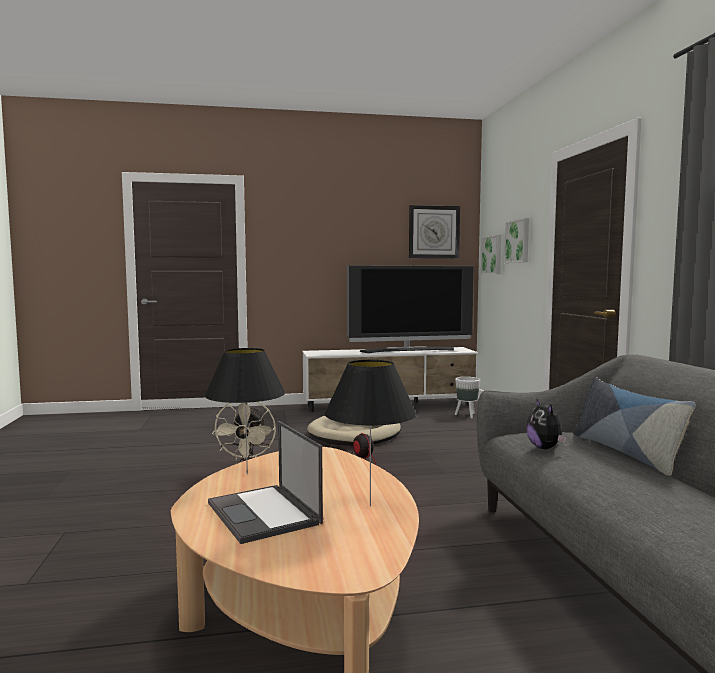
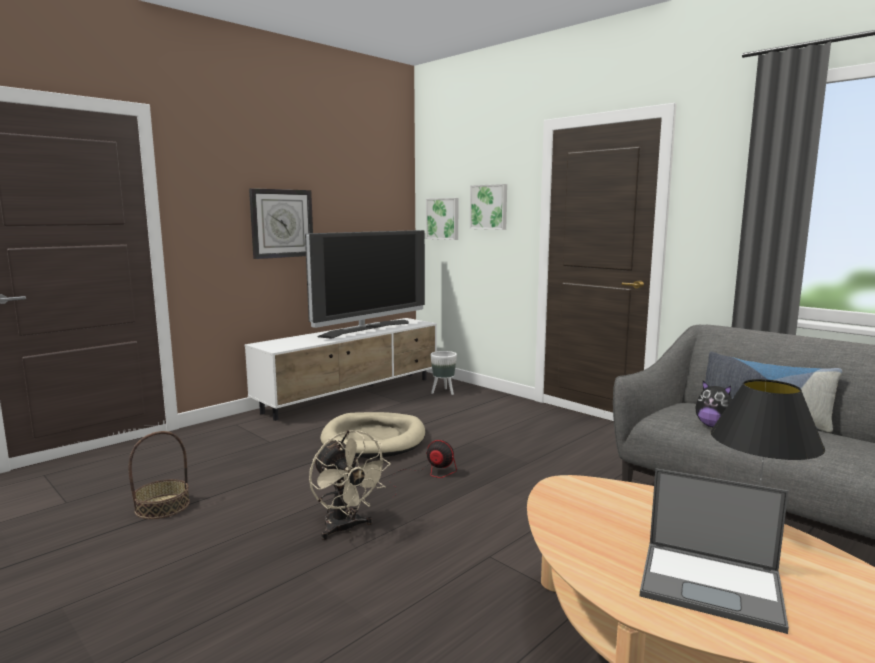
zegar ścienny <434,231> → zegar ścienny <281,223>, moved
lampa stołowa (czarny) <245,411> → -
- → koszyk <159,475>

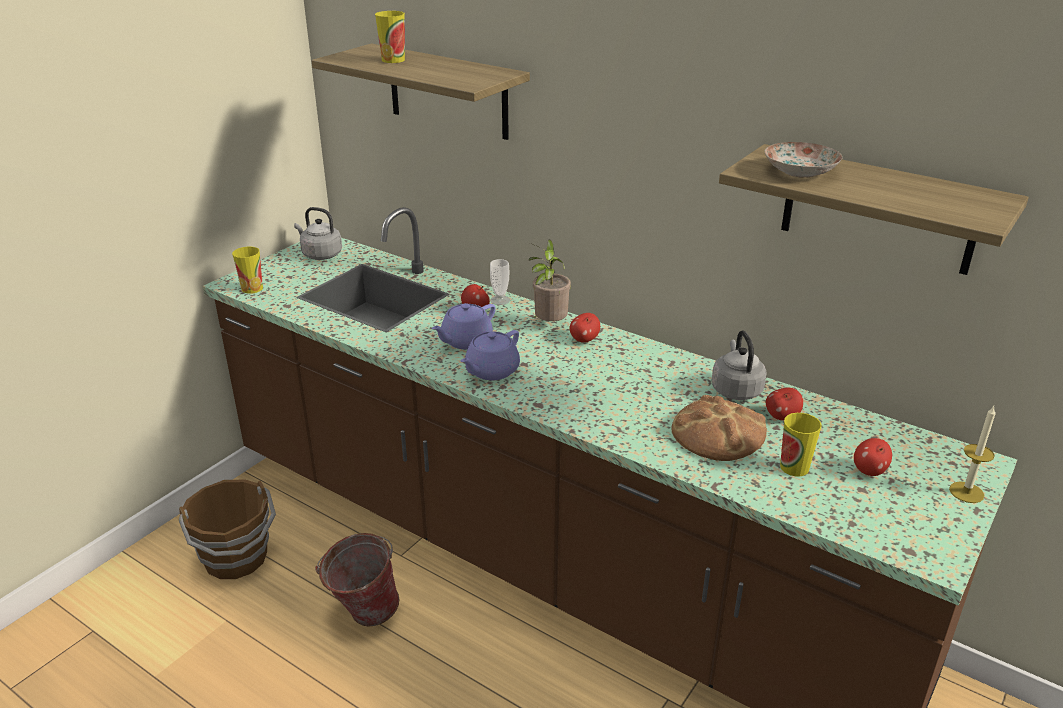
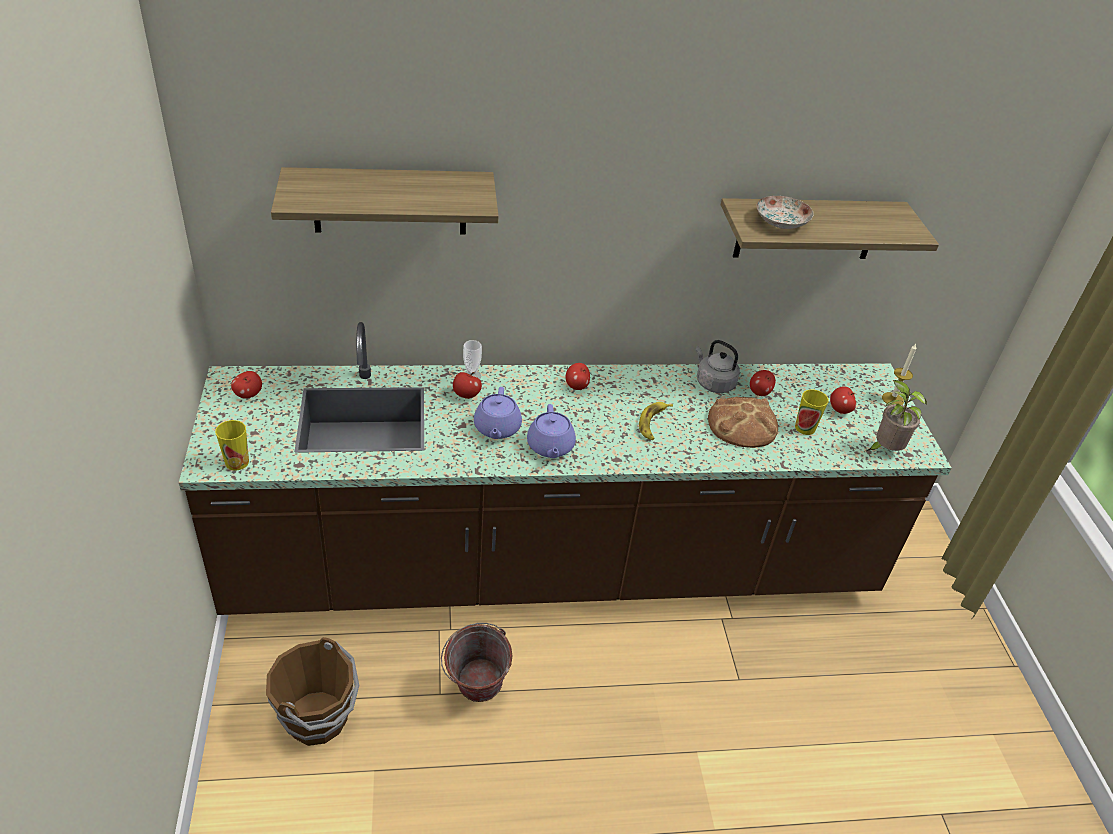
filiżanka <390,37> → -
czajnik (szary) <318,233> → jabłko <246,385>
roślina doniczkowa <550,280> → roślina doniczkowa <897,415>, moved
- → banan <656,421>

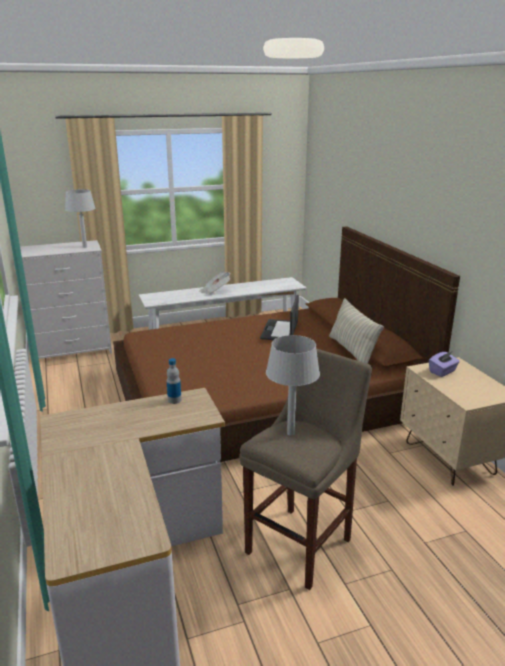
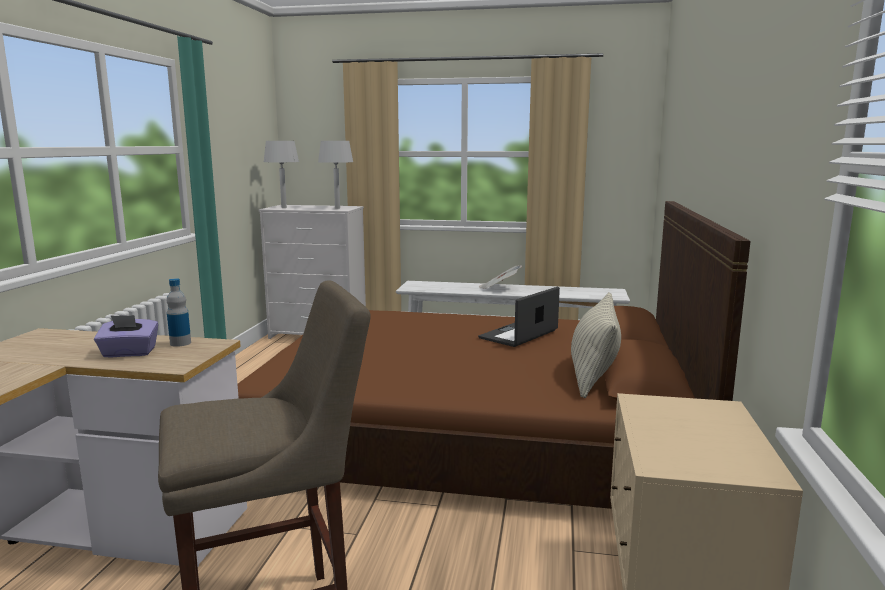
lampa stołowa (szary) <293,385> → lampa stołowa (szary) <281,174>, moved
pudełko chusteczek (fioletowy) <444,364> → pudełko chusteczek (fioletowy) <126,336>, moved

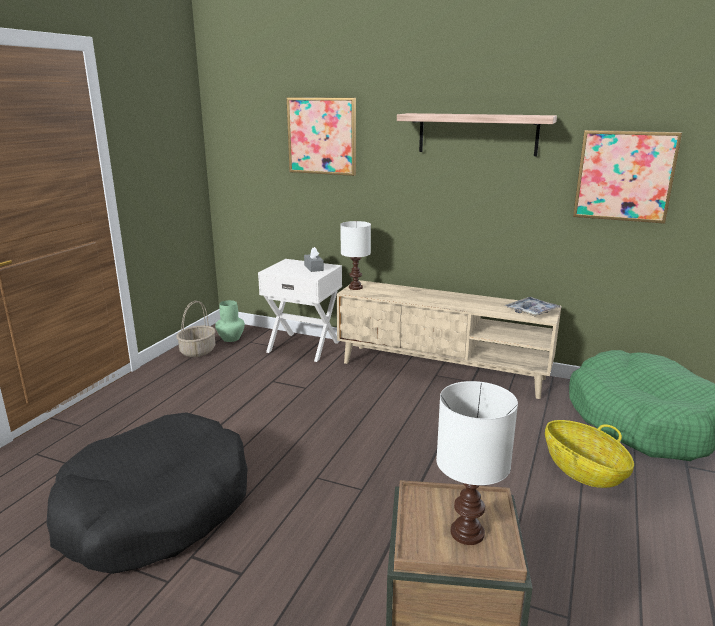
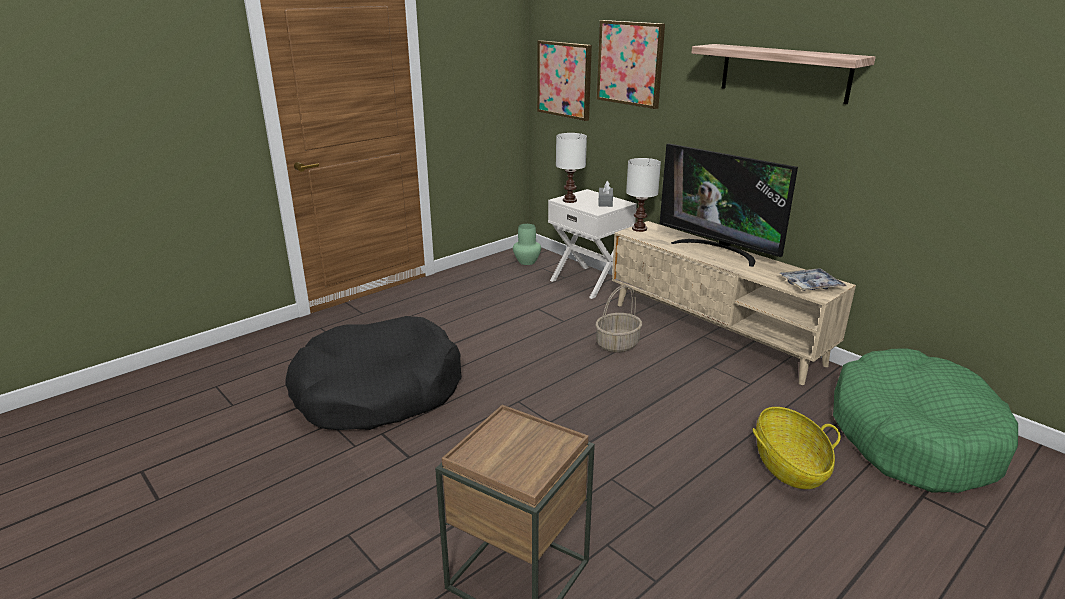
obraz <627,177> → obraz <564,80>, moved
koszyk <196,329> → koszyk <618,319>, moved
lampa stołowa (biały) <477,463> → lampa stołowa (biały) <571,168>, moved
- → telewizor <729,205>

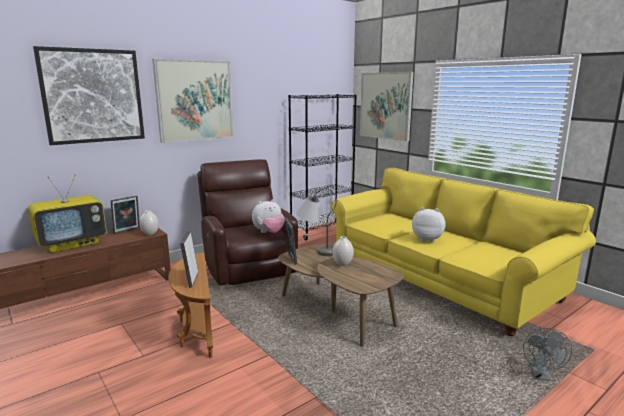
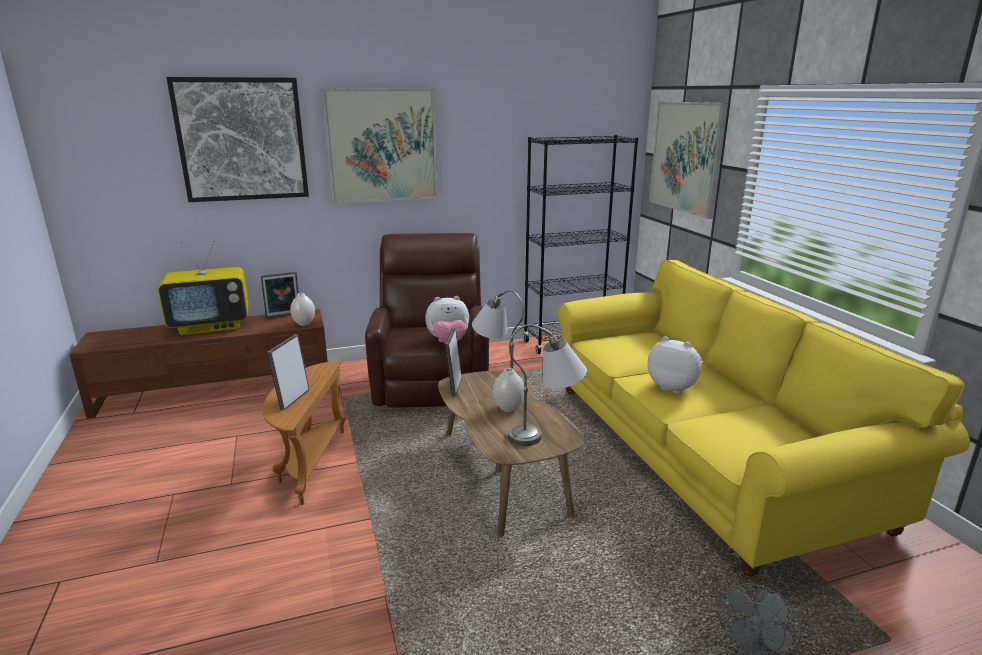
- → lampa stołowa (szary) <547,385>

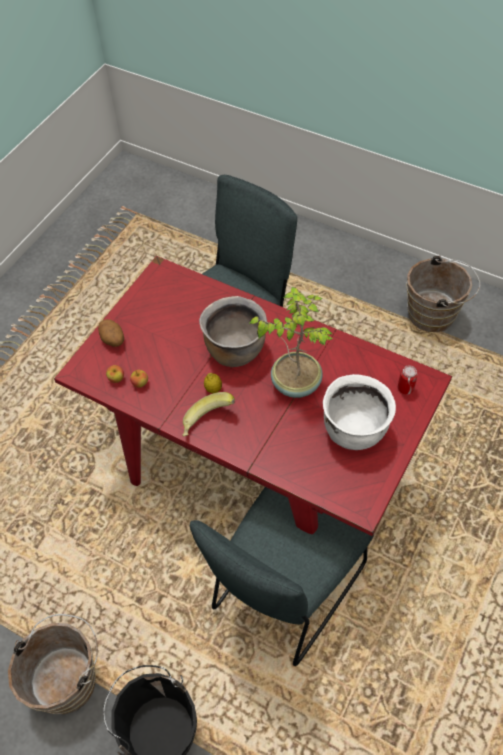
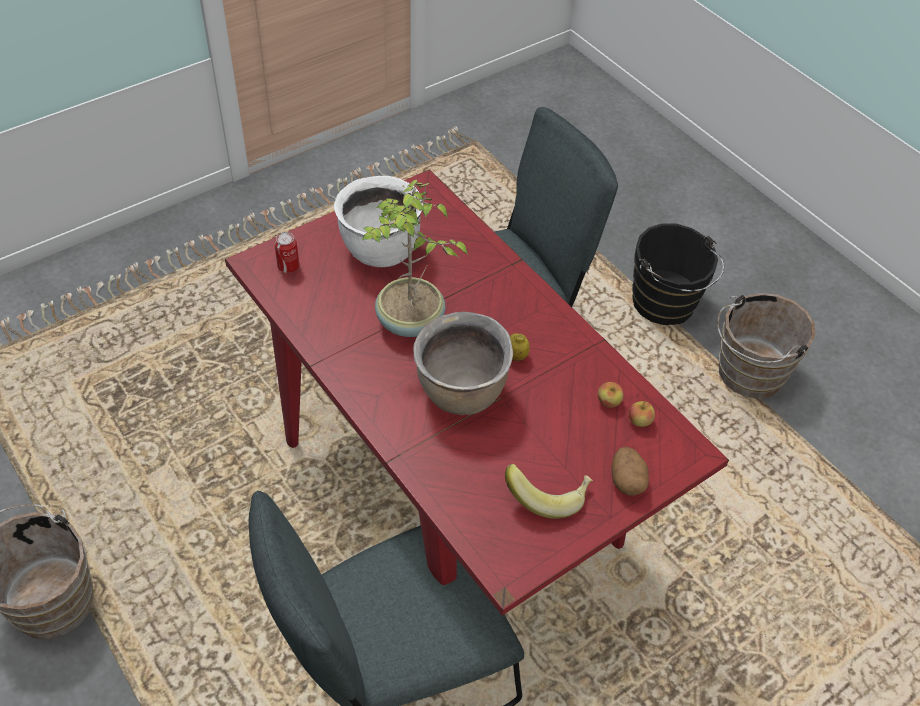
banan <208,414> → banan <549,491>, moved

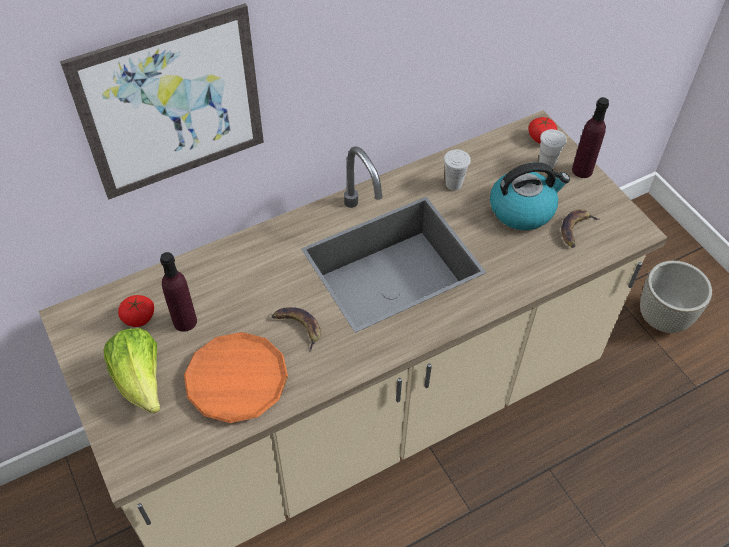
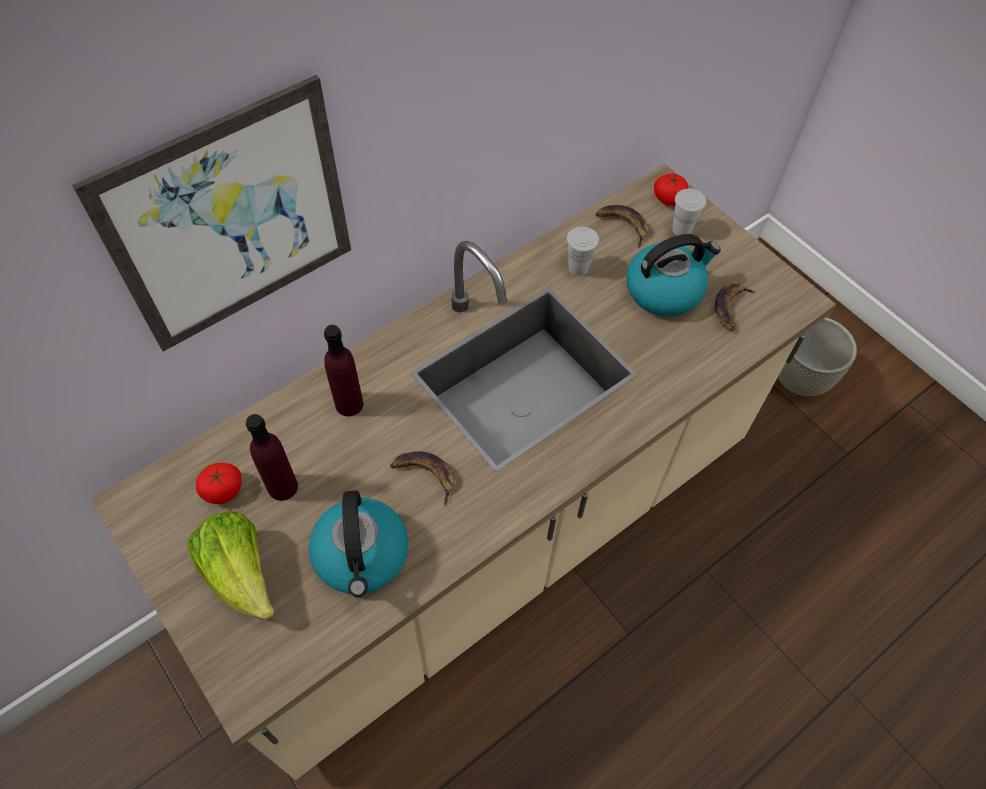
butelka (fioletowy) <590,137> → butelka (fioletowy) <344,370>, moved
talerz (pomarańczowy) <236,377> → czajnik <358,543>
- → banan <622,226>

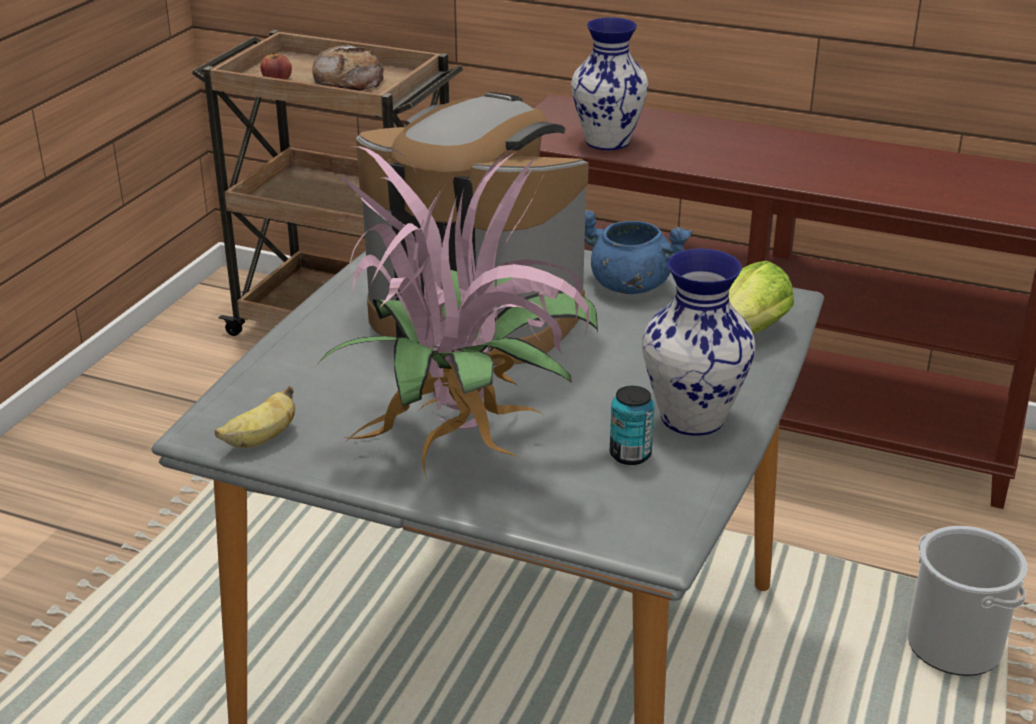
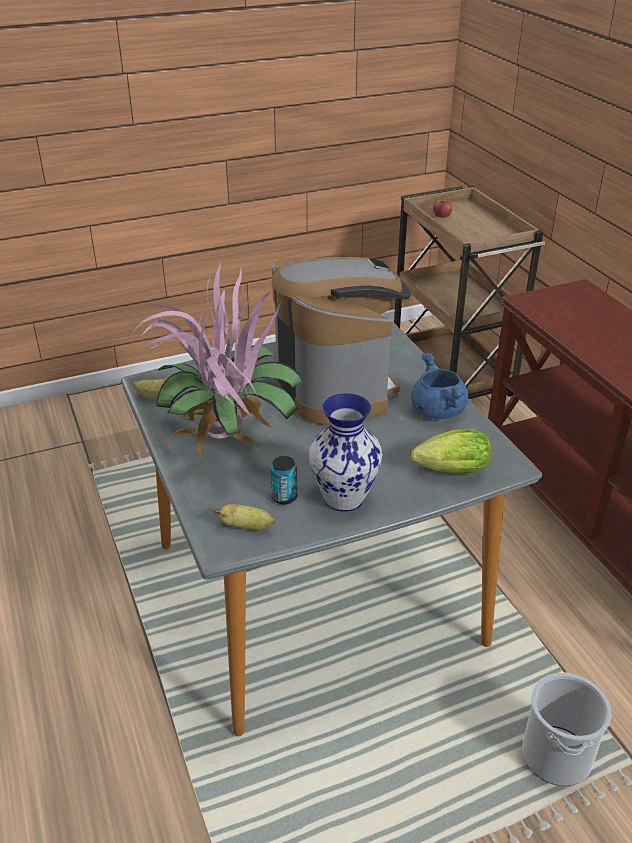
wazon <610,83> → -
chleb <348,68> → -
- → banan <244,517>

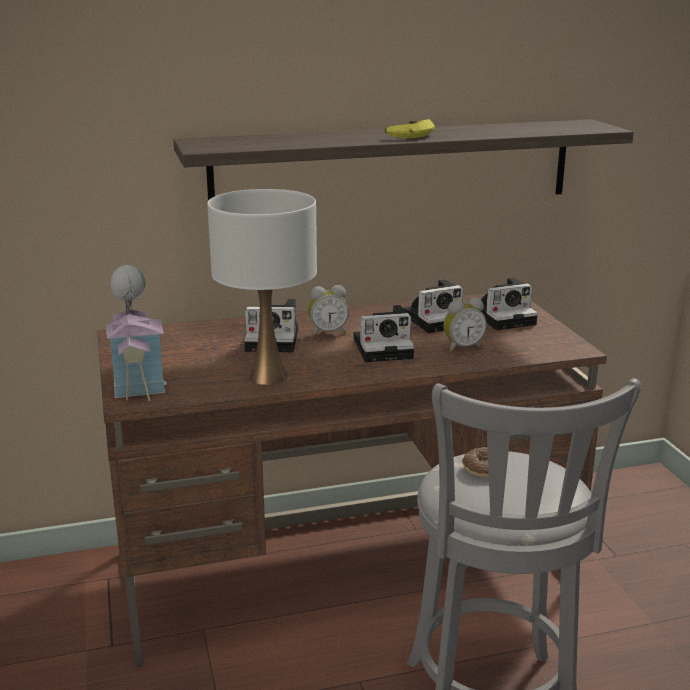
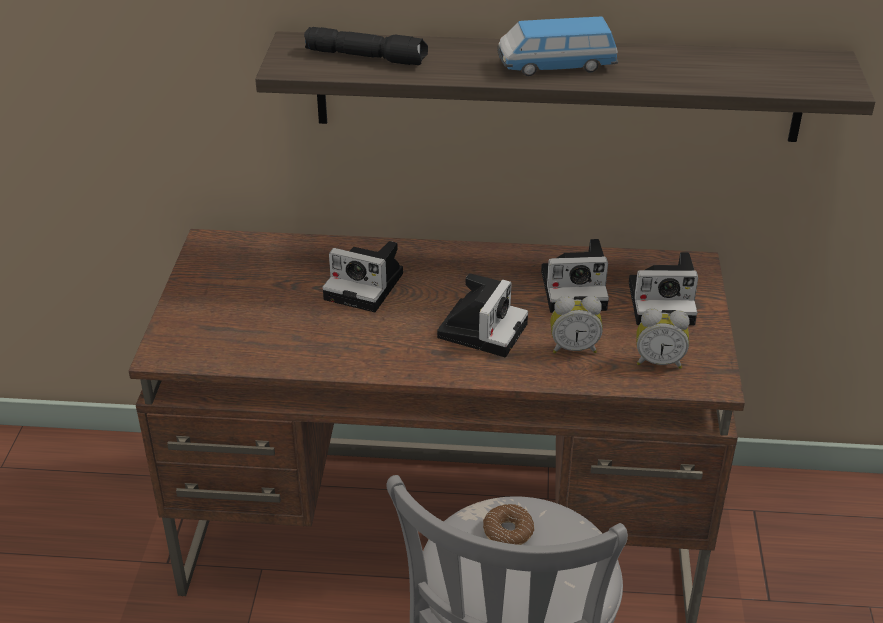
banan <410,128> → samochodzik <557,46>
lampa stołowa (biały) <262,287> → -
domek <136,333> → -
budzik <328,310> → budzik <663,338>, moved
aparat fotograficzny <383,333> → aparat fotograficzny <482,315>, 75 degrees counterclockwise
- → latarka (czarny) <366,46>

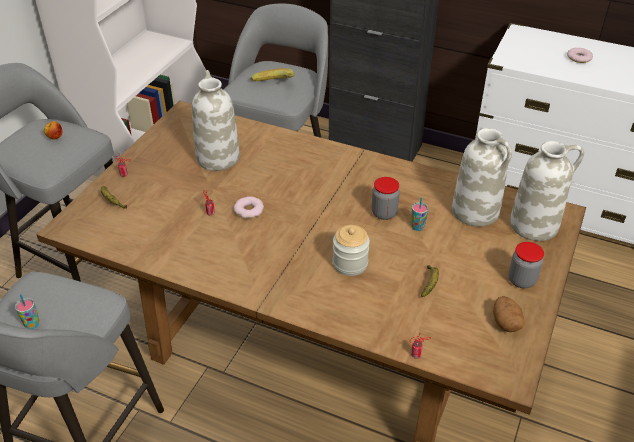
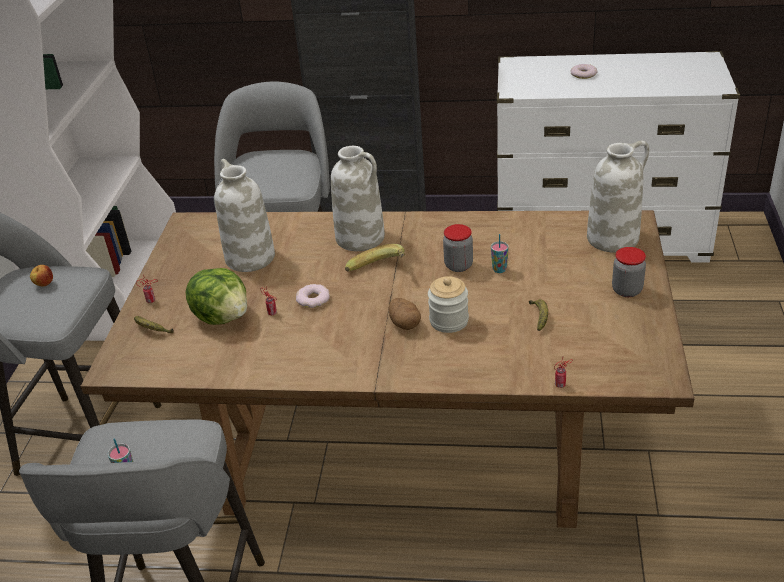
banan <272,74> → banan <375,258>, moved
wazon (biały) <482,177> → wazon (biały) <358,198>, moved
ziemniak <509,314> → ziemniak <404,314>, moved
- → sałata <216,296>

